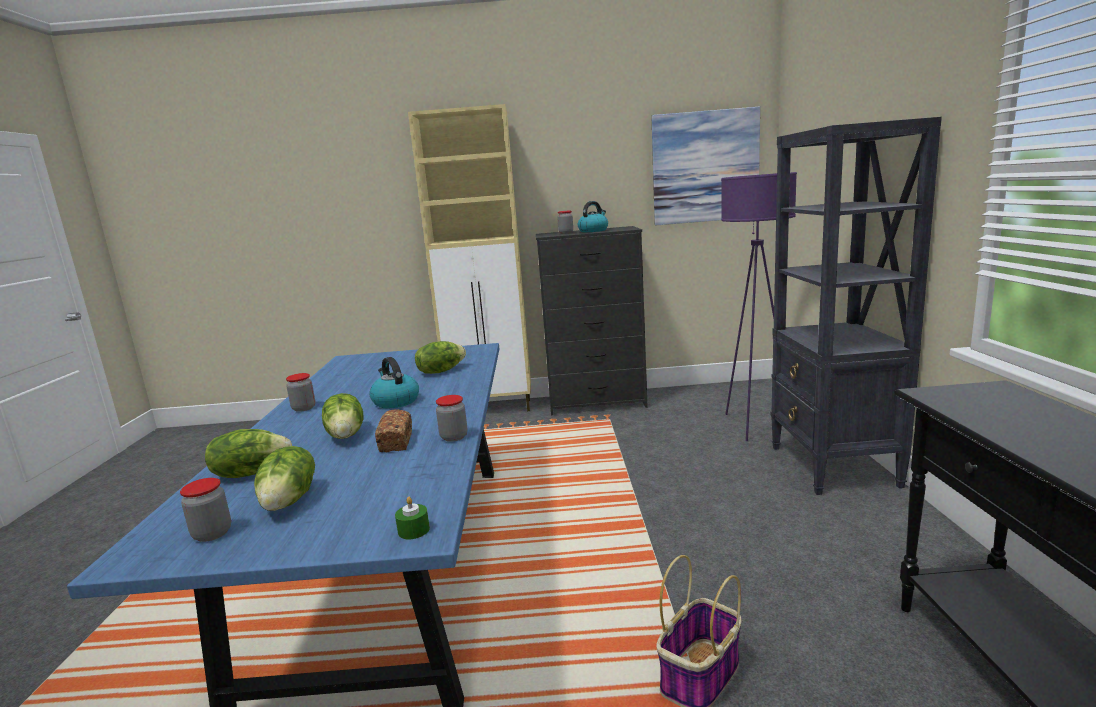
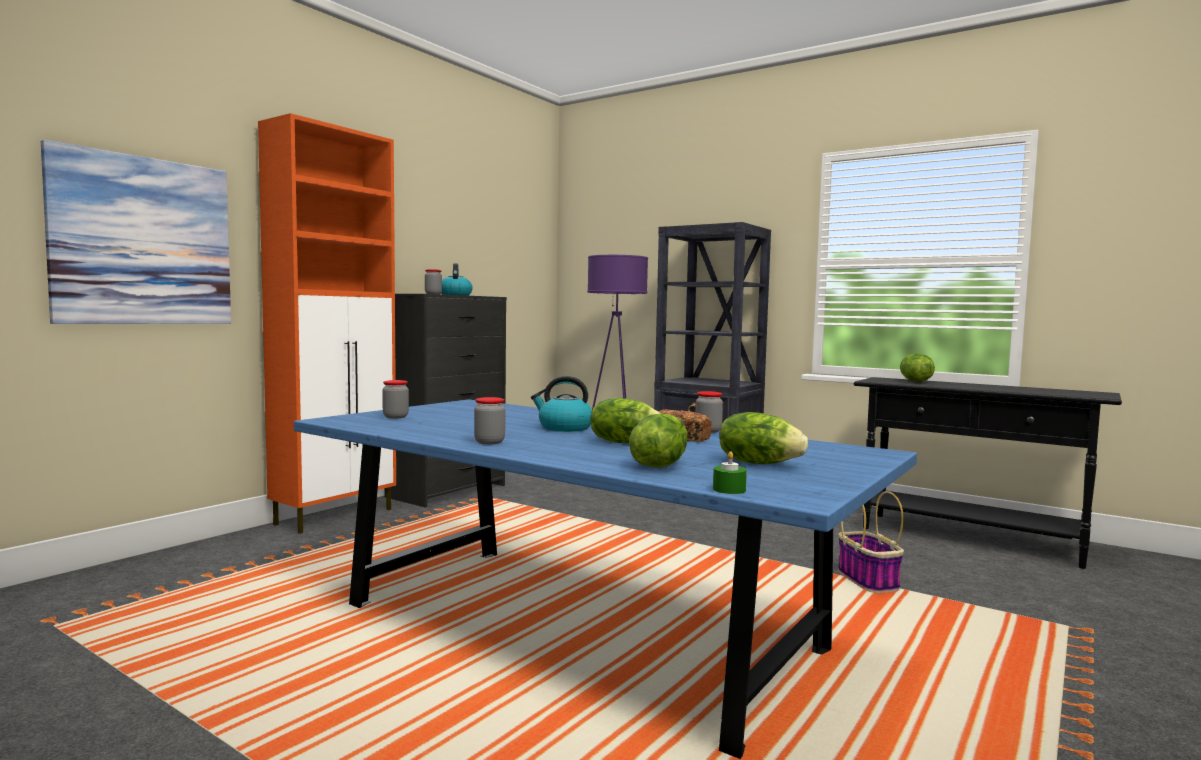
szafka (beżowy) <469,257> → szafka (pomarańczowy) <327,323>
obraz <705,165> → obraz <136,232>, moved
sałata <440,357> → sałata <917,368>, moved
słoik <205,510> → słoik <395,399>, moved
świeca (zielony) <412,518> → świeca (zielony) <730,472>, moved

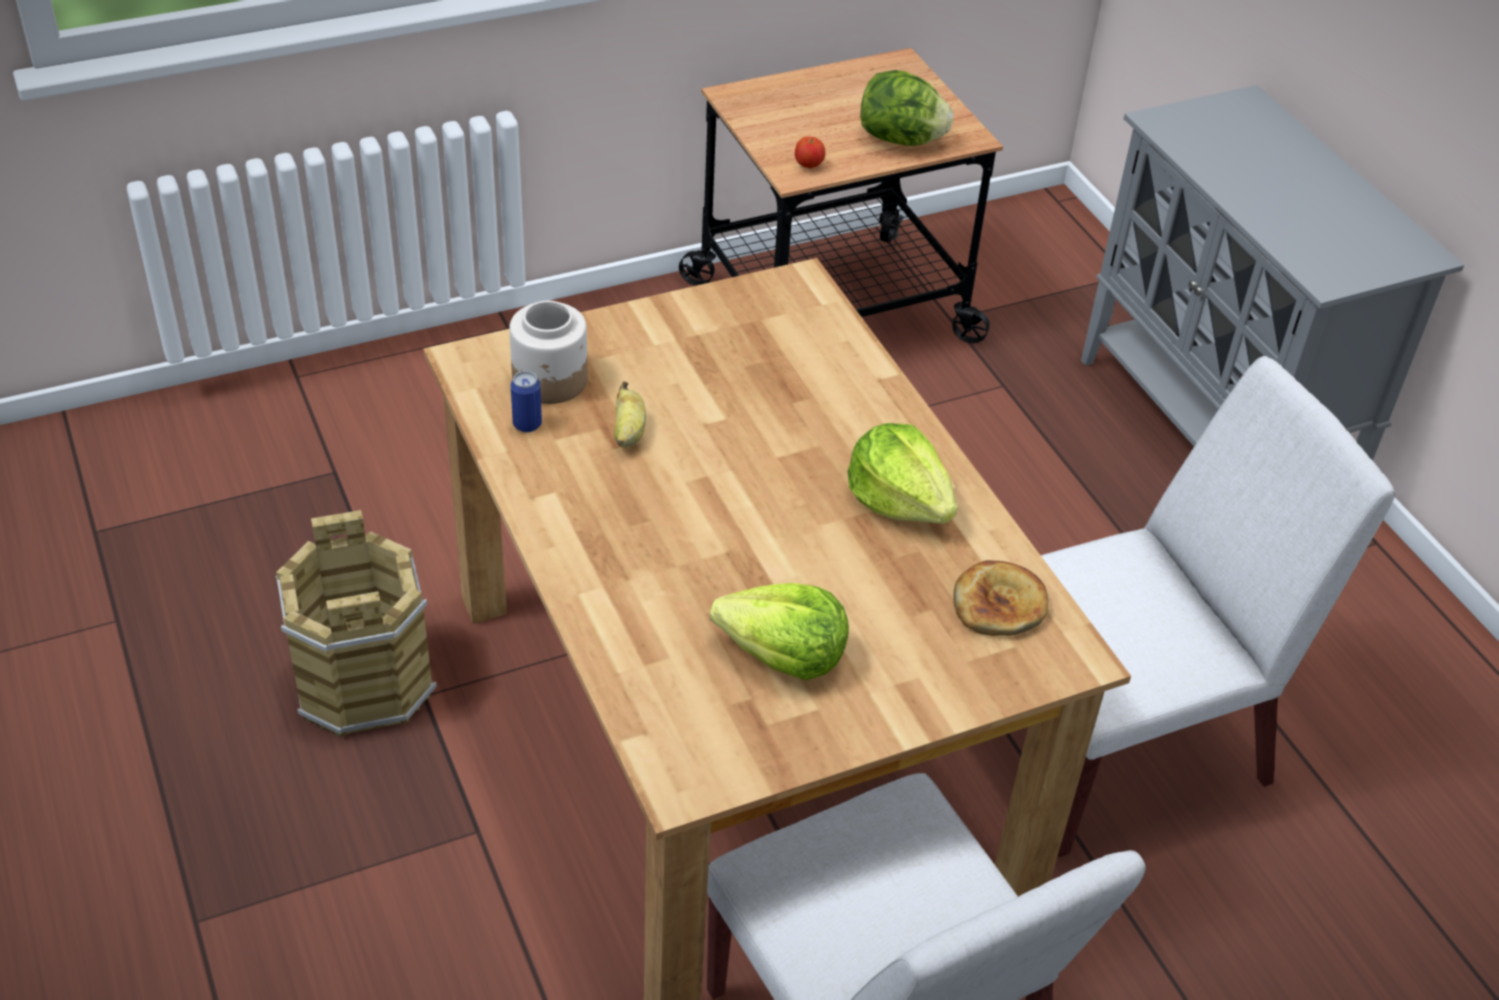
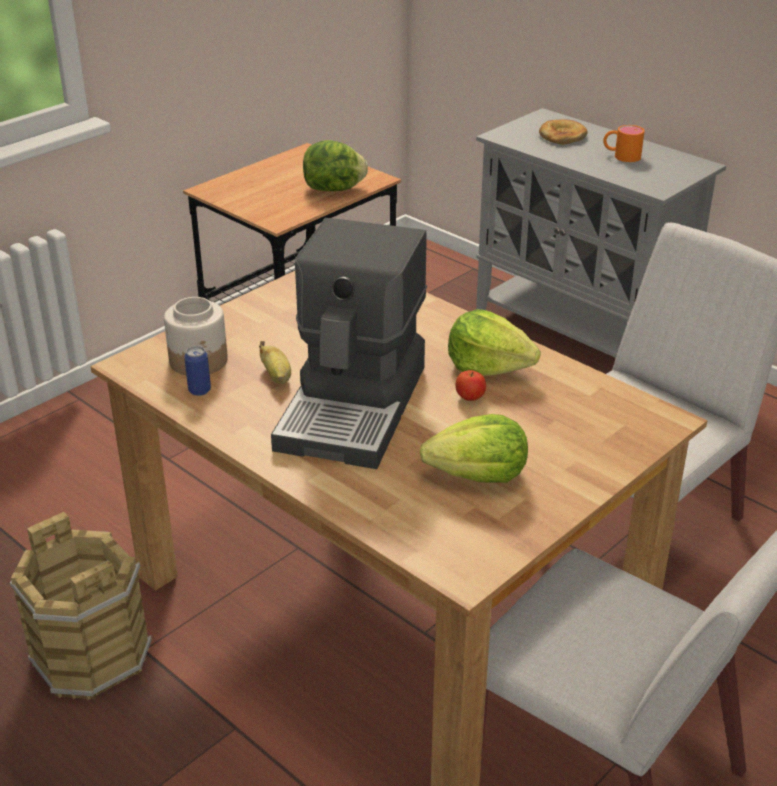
jabłko <810,153> → jabłko <471,385>, moved
chleb <1001,598> → chleb <563,132>, moved
- → kubek (pomarańczowy) <624,143>
- → ekspres do kawy <349,343>

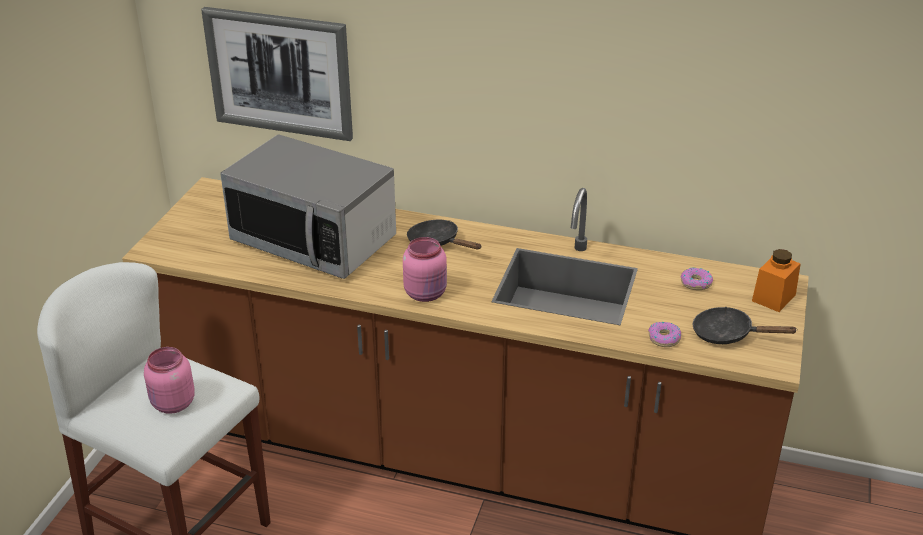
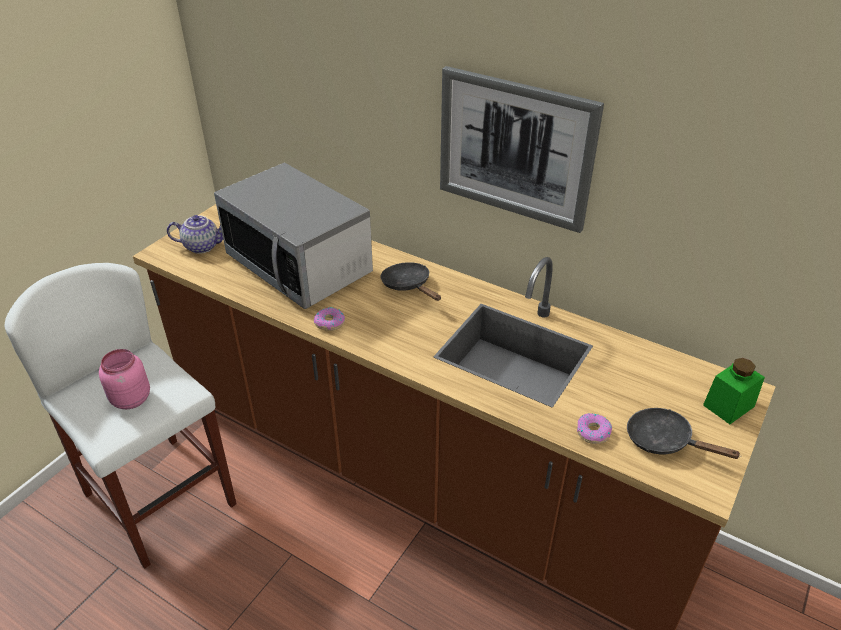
obraz <277,74> → obraz <522,149>, moved
słoik (różowy) <425,269> → -
słoik (pomarańczowy) <776,280> → słoik (zielony) <734,391>
donut <697,278> → donut <329,319>, moved
- → imbryk <195,234>

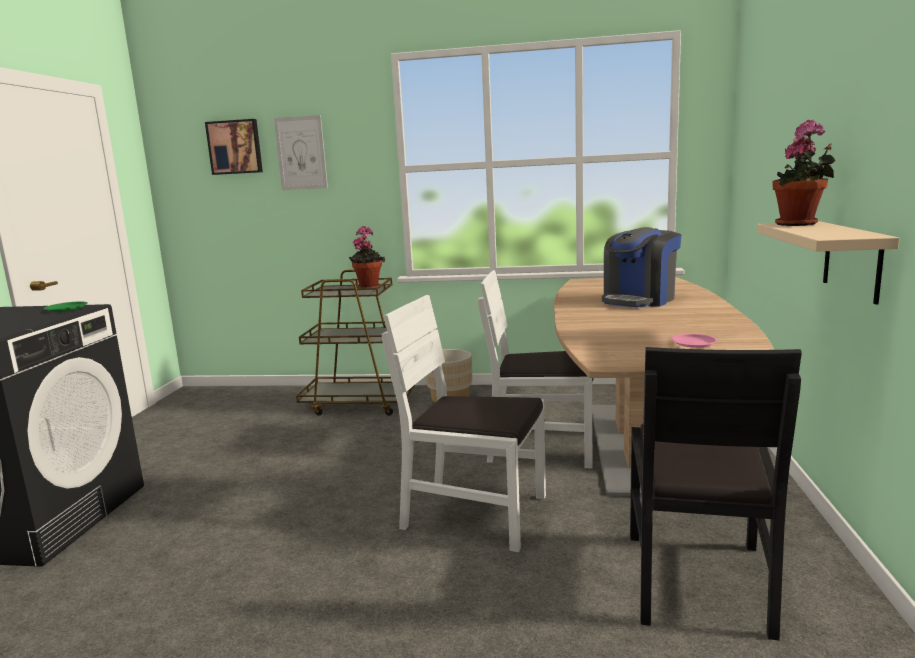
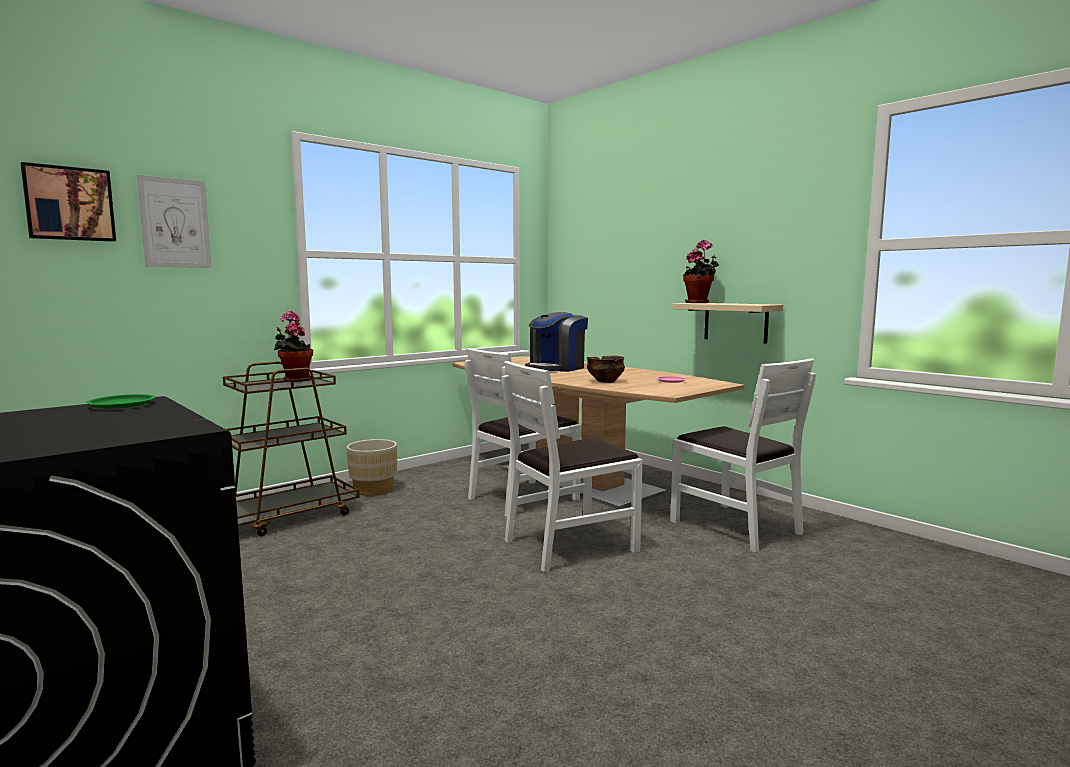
ekspres do kawy <642,267> → ekspres do kawy <556,342>, 45 degrees clockwise
krzesło (czarny) <716,493> → krzesło (biały) <743,455>
- → miska <606,369>

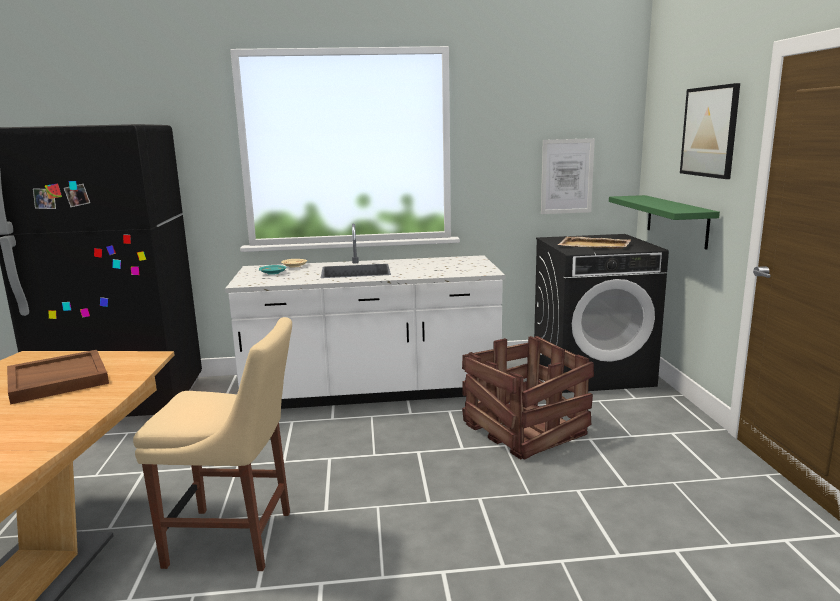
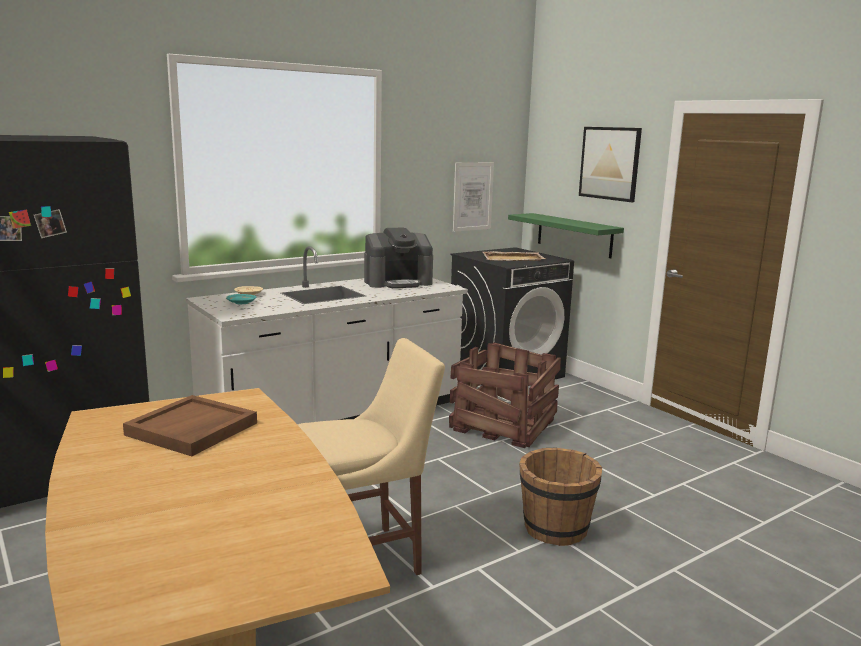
- → ekspres do kawy <398,258>
- → wiadro (brązowy) <560,496>

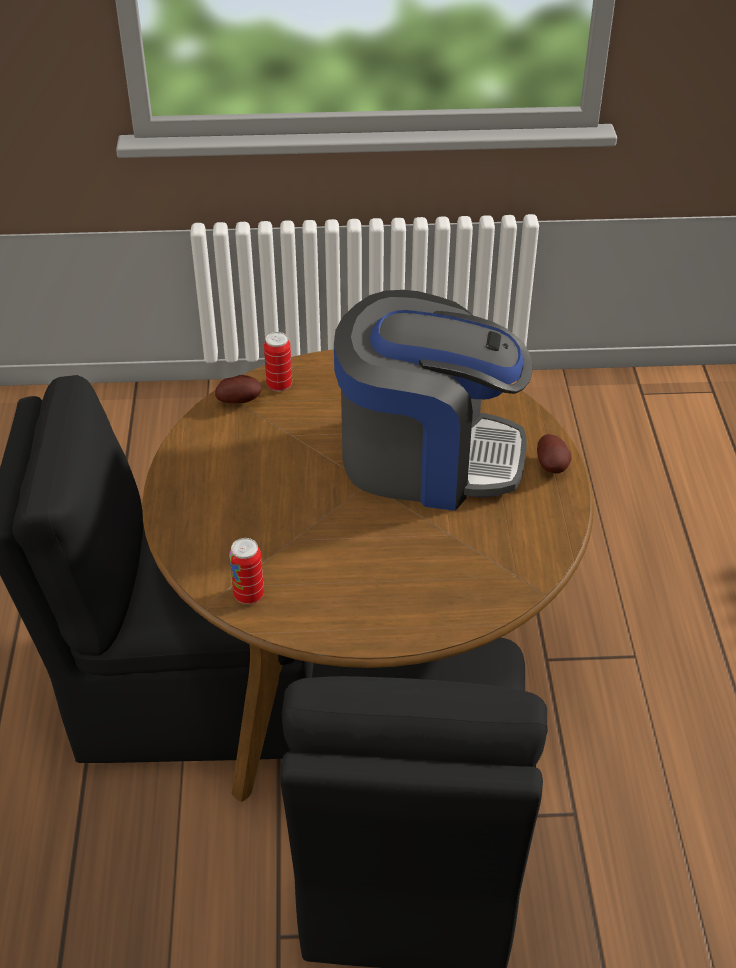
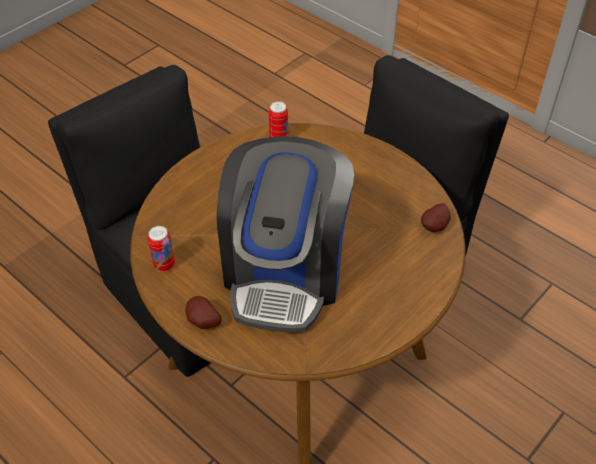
ekspres do kawy <433,400> → ekspres do kawy <285,234>, 45 degrees counterclockwise
puszka <278,362> → puszka <161,249>, moved

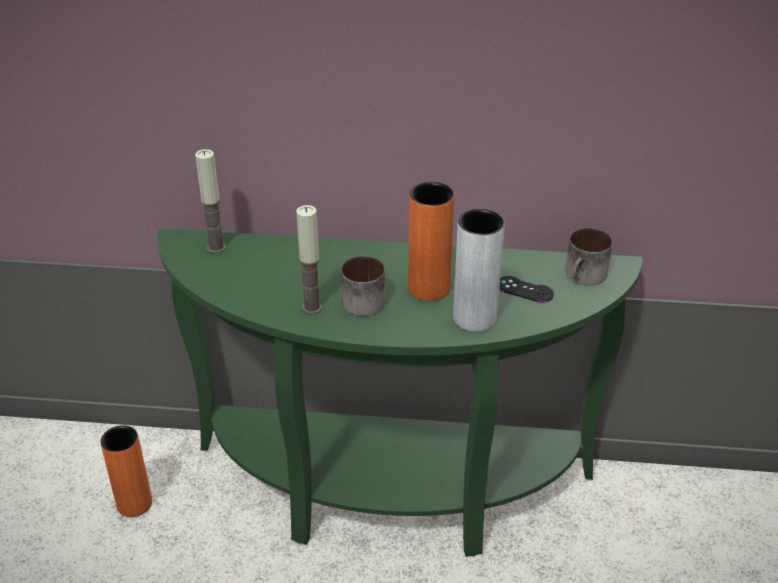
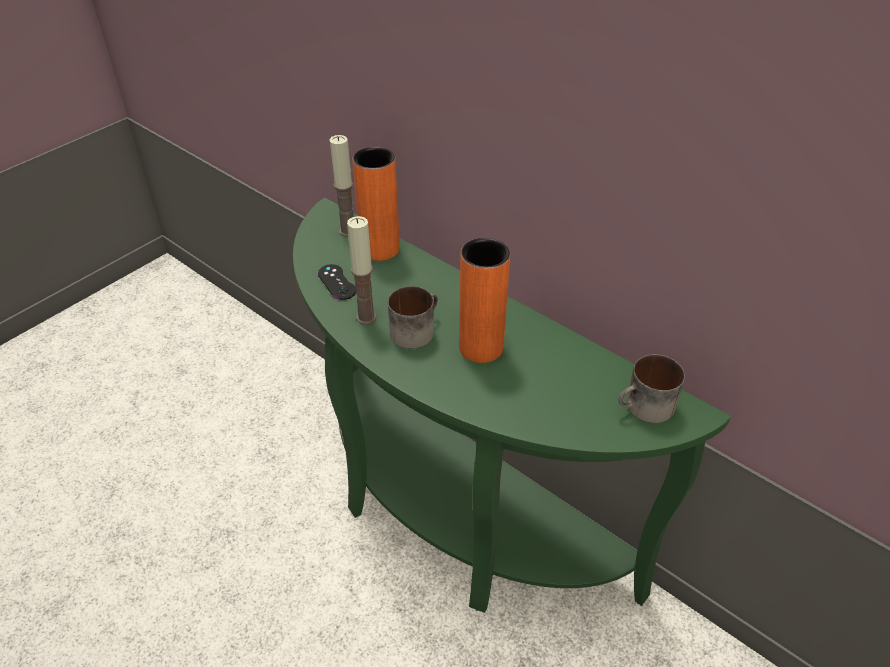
wazon (szary) <479,270> → -
pad do gier (czarny) <526,289> → pad do gier (czarny) <337,282>, moved
wazon (pomarańczowy) <126,471> → wazon (pomarańczowy) <376,204>, moved

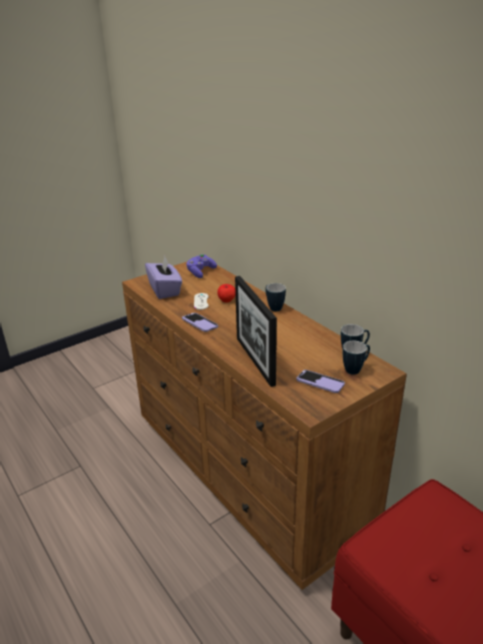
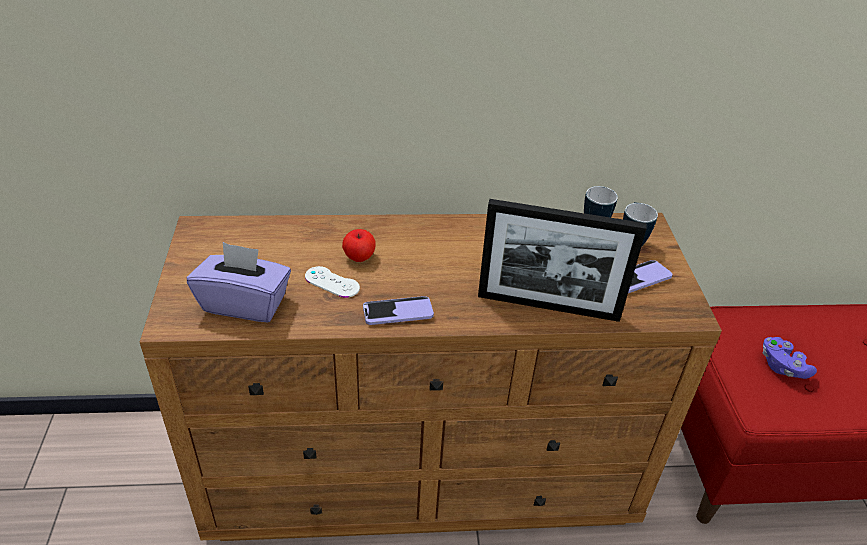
pad do gier (fioletowy) <201,266> → pad do gier (fioletowy) <790,358>, moved
kubek <275,297> → -

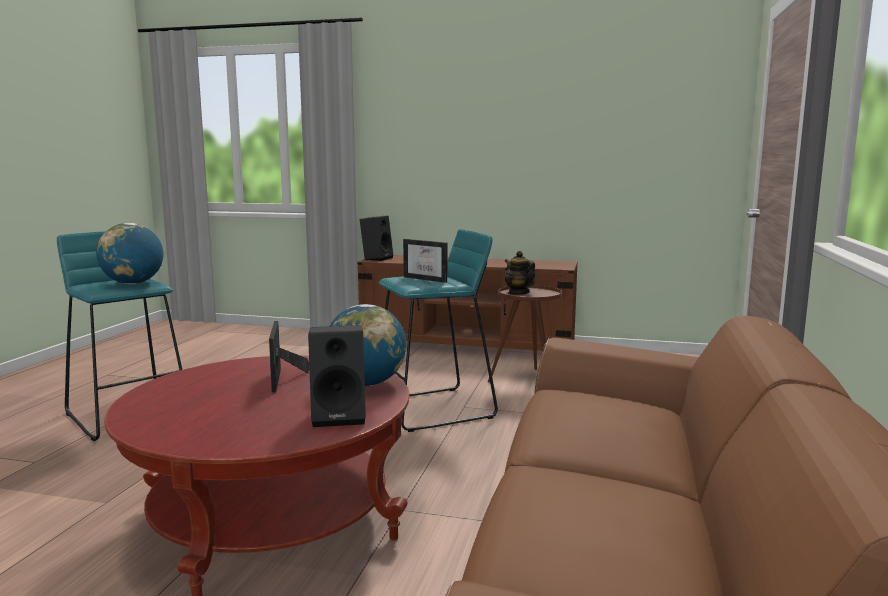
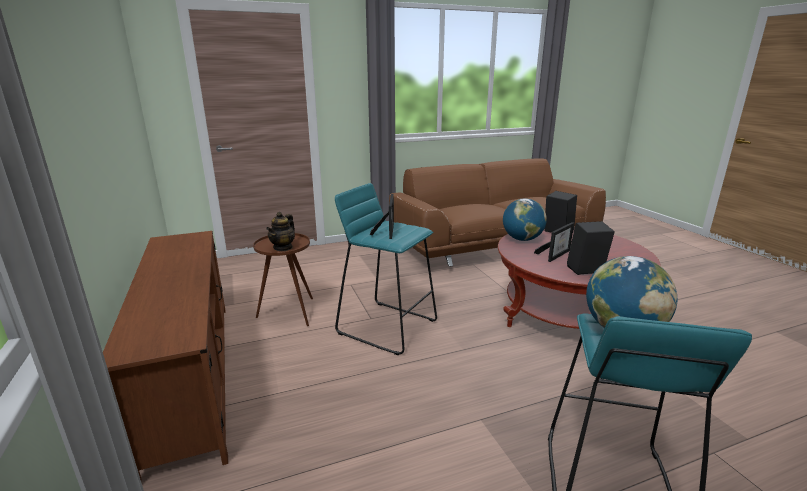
głośnik (czarny) <376,238> → głośnik (czarny) <591,248>, moved

